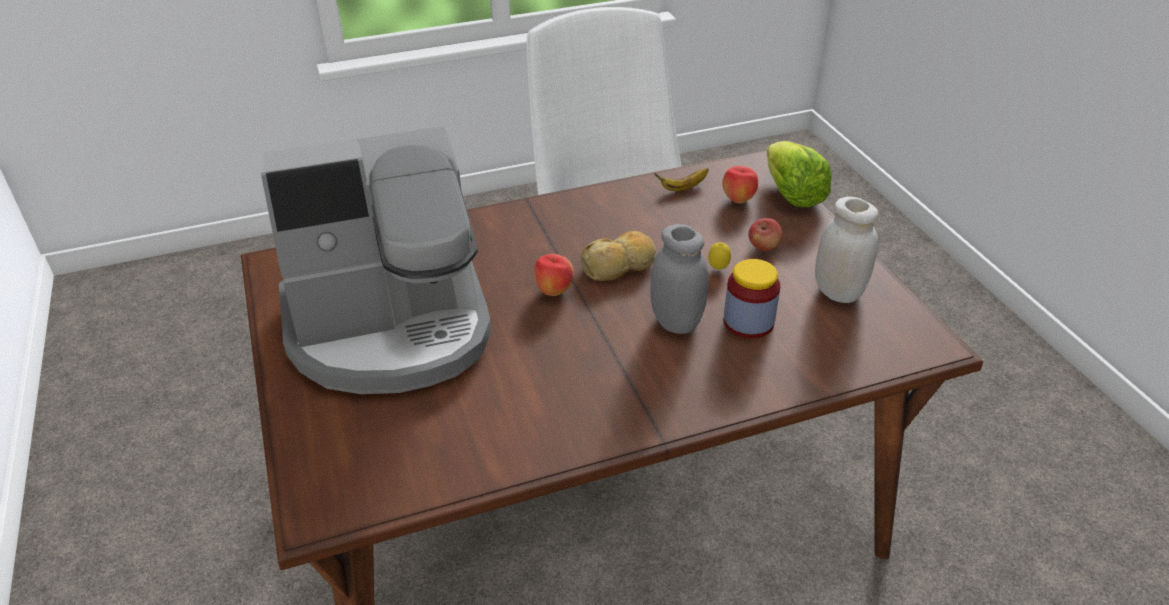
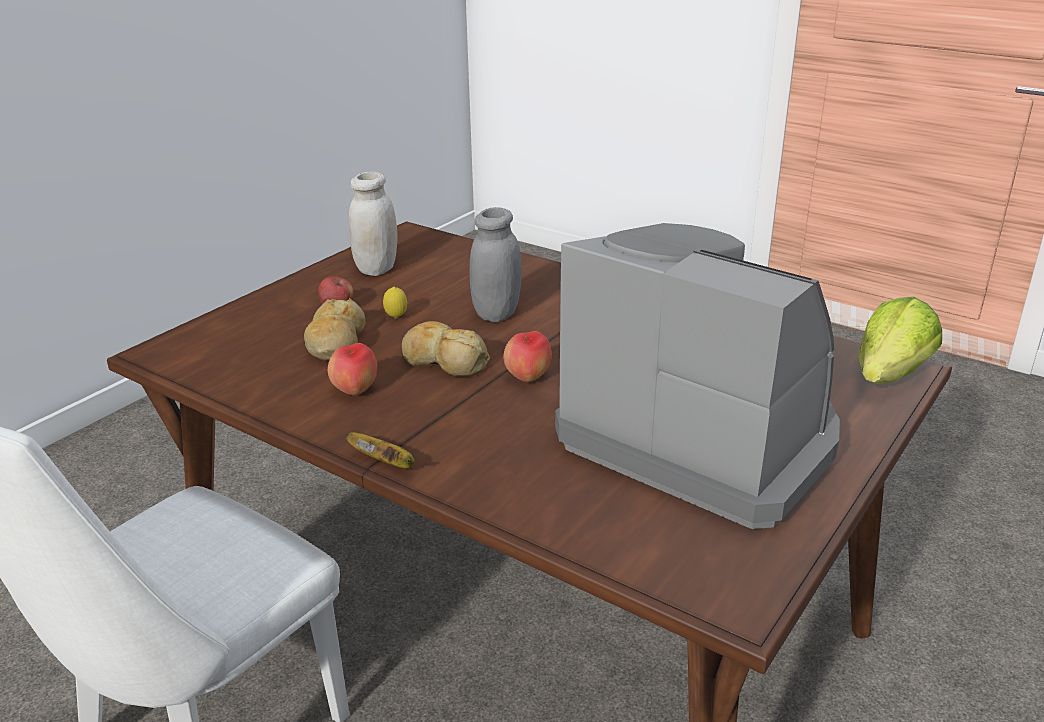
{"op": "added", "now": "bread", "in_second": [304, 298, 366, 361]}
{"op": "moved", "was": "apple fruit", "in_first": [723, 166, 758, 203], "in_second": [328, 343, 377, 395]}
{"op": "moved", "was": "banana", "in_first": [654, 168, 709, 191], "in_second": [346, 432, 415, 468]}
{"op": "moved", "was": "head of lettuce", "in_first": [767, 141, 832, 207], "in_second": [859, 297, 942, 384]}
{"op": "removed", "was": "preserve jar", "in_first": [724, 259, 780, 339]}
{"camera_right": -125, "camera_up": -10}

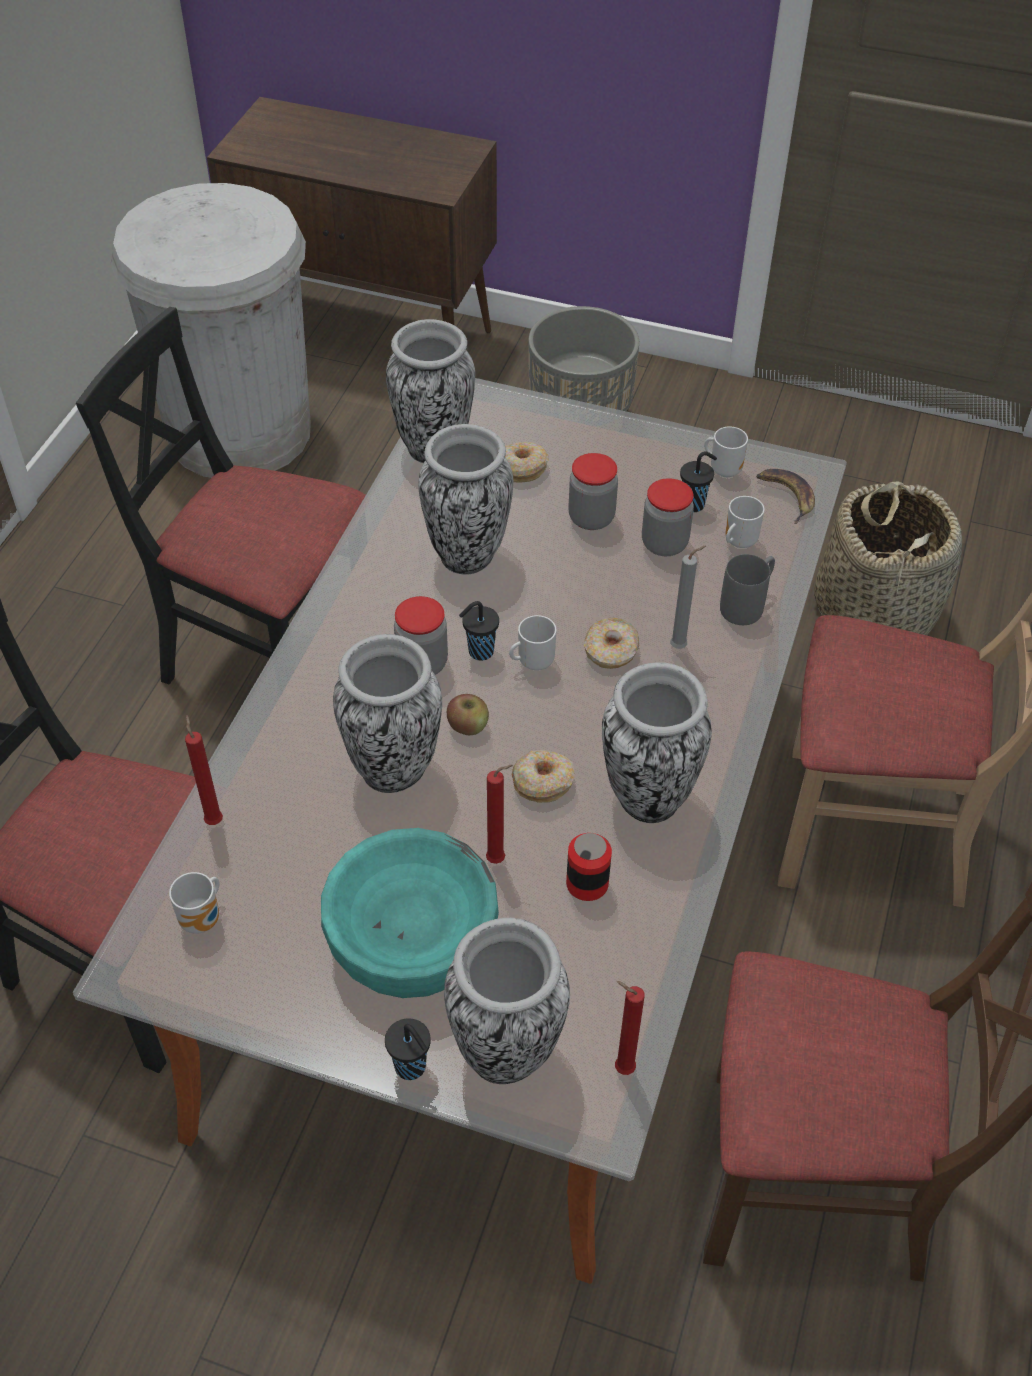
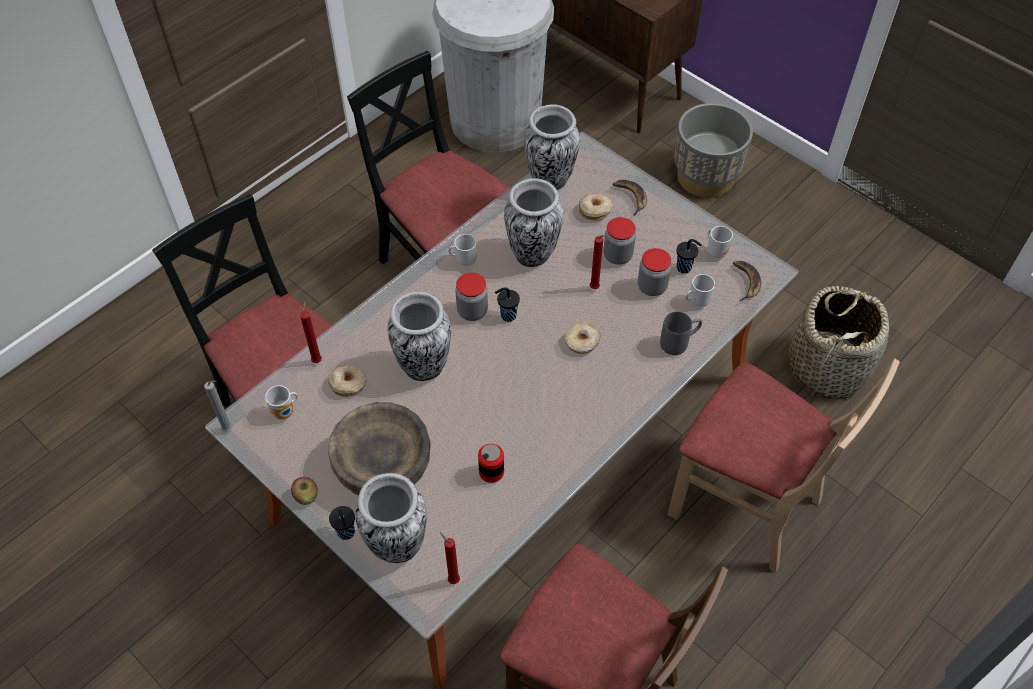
{"op": "moved", "was": "gray candle", "in_first": [670, 546, 706, 649], "in_second": [204, 381, 232, 432]}
{"op": "moved", "was": "apple fruit", "in_first": [447, 694, 489, 735], "in_second": [291, 477, 318, 505]}
{"op": "moved", "was": "doughnut", "in_first": [512, 750, 575, 803], "in_second": [328, 364, 367, 397]}
{"op": "recoloured", "was": "turquoise-coloured serving bowl", "now": "brown serving bowl", "in_first": [321, 828, 499, 998], "in_second": [328, 402, 431, 495]}
{"op": "moved", "was": "mug", "in_first": [509, 615, 556, 670], "in_second": [448, 234, 477, 266]}
{"op": "moved", "was": "reddish candle", "in_first": [486, 765, 513, 864], "in_second": [590, 235, 609, 289]}
{"op": "added", "now": "banana", "in_second": [612, 180, 647, 216]}
{"op": "removed", "was": "vase", "in_first": [602, 662, 712, 823]}
{"camera_right": 25, "camera_up": 5}

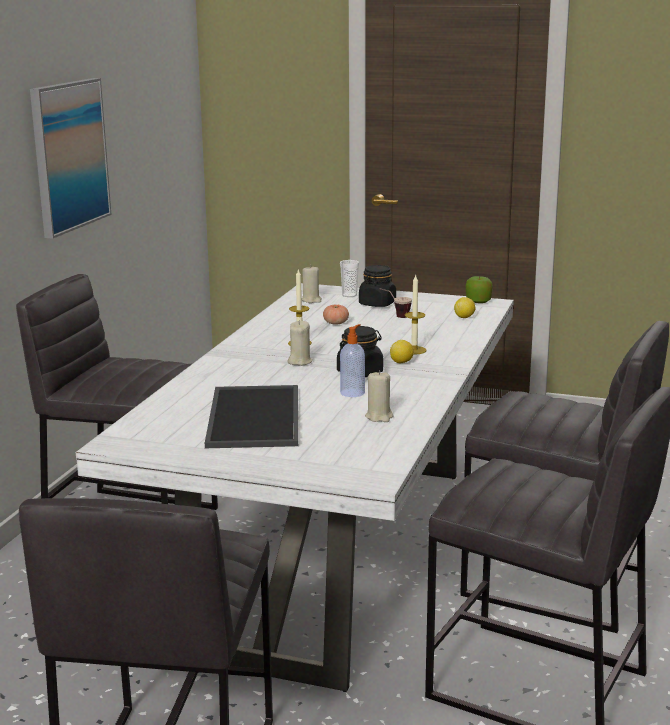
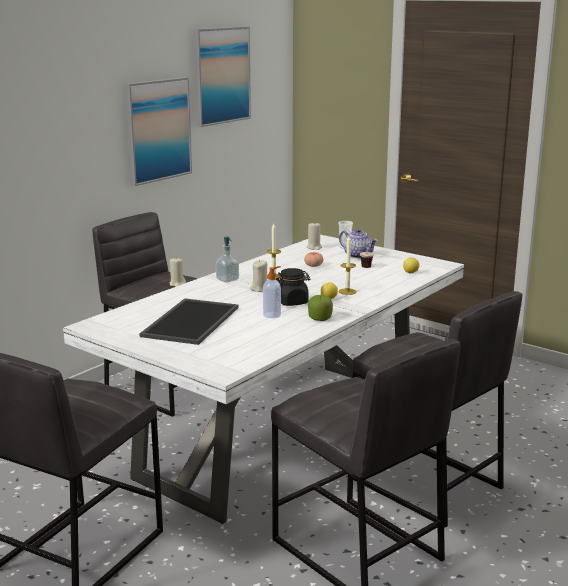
{"op": "moved", "was": "beige candle", "in_first": [365, 370, 393, 422], "in_second": [169, 257, 186, 287]}
{"op": "added", "now": "wall art", "in_second": [194, 27, 251, 127]}
{"op": "added", "now": "soap bottle", "in_second": [216, 237, 239, 282]}
{"op": "moved", "was": "apple fruit", "in_first": [466, 276, 493, 303], "in_second": [308, 295, 333, 321]}
{"op": "replaced", "was": "blackish preserve jar", "now": "pot for tea", "in_first": [359, 265, 396, 307], "in_second": [339, 229, 378, 258]}
{"camera_right": 20, "camera_up": 0}

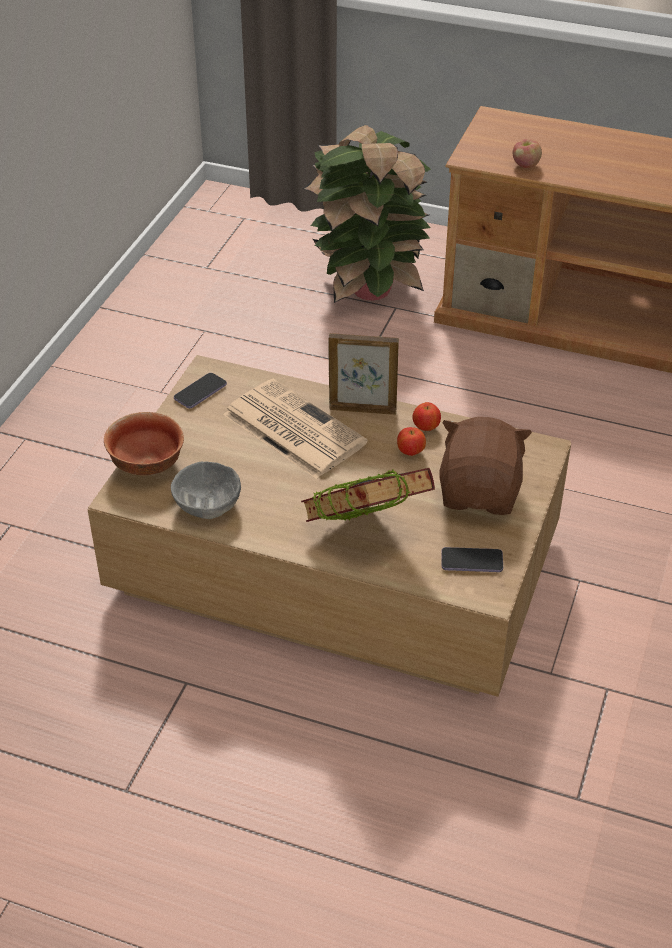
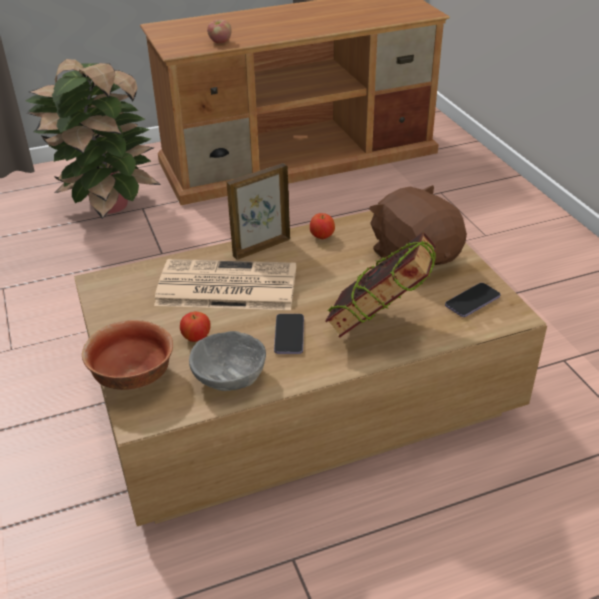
{"op": "moved", "was": "apple fruit", "in_first": [397, 427, 426, 456], "in_second": [180, 312, 211, 342]}
{"op": "moved", "was": "handset", "in_first": [174, 373, 227, 408], "in_second": [274, 314, 304, 354]}
{"camera_right": -40, "camera_up": -5}

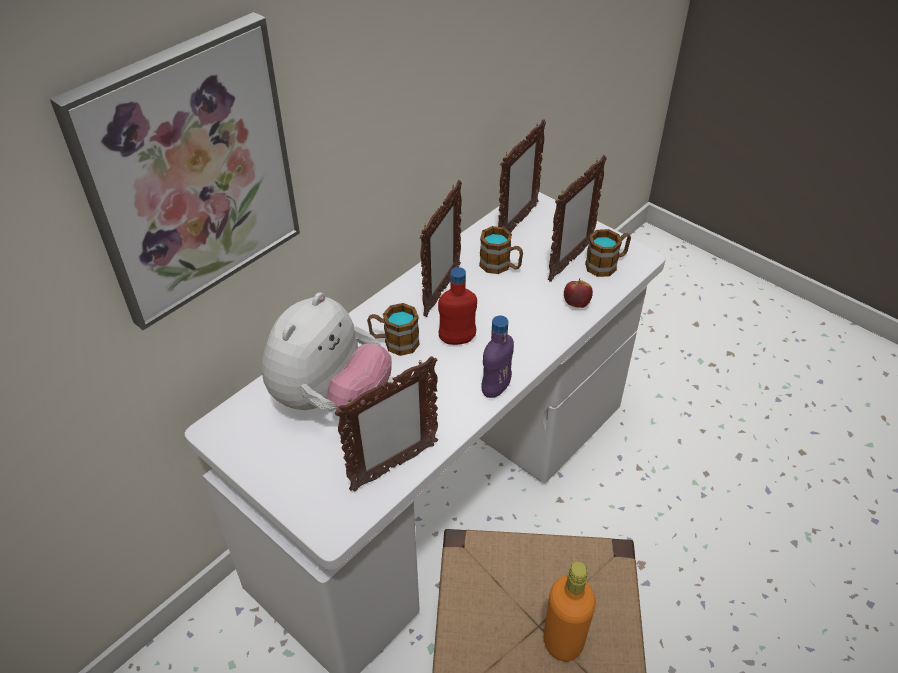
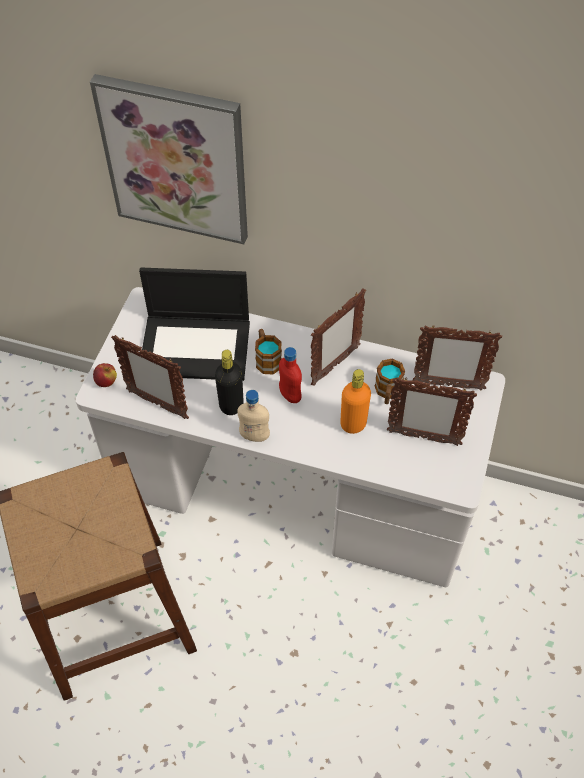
{"op": "moved", "was": "apple fruit", "in_first": [564, 278, 593, 308], "in_second": [93, 363, 117, 387]}
{"op": "replaced", "was": "plush toy", "now": "portable computer", "in_first": [262, 292, 392, 410], "in_second": [139, 268, 250, 381]}
{"op": "added", "now": "blackish beverage bottle", "in_second": [215, 350, 244, 415]}
{"op": "recoloured", "was": "purple-coloured beverage bottle", "now": "beige beverage bottle", "in_first": [482, 316, 514, 398], "in_second": [237, 390, 270, 442]}
{"op": "turned", "was": "picture frame", "in_first": [420, 180, 462, 317], "in_second": [311, 289, 366, 386], "clockwise": -45}
{"op": "moved", "was": "orange-coloured beverage bottle", "in_first": [544, 561, 596, 661], "in_second": [340, 369, 371, 434]}
{"op": "removed", "was": "mug", "in_first": [585, 229, 631, 277]}
{"camera_right": 65, "camera_up": 10}

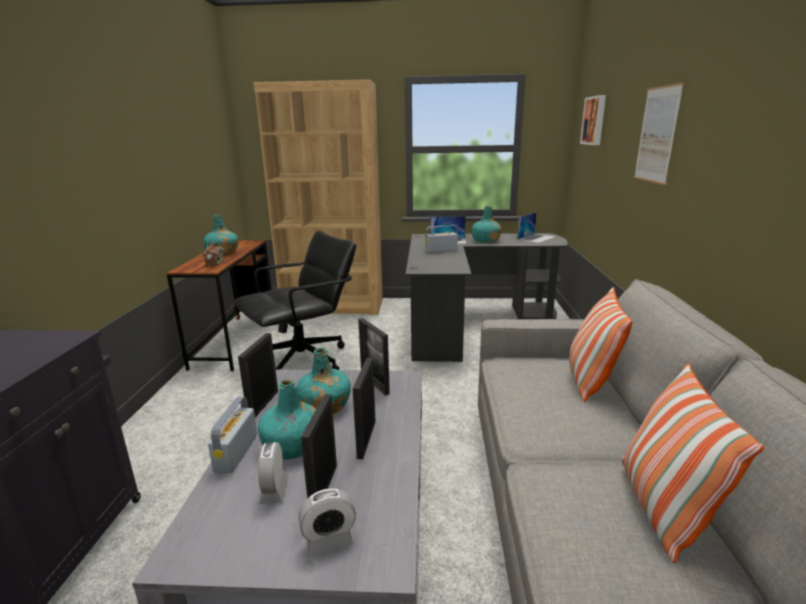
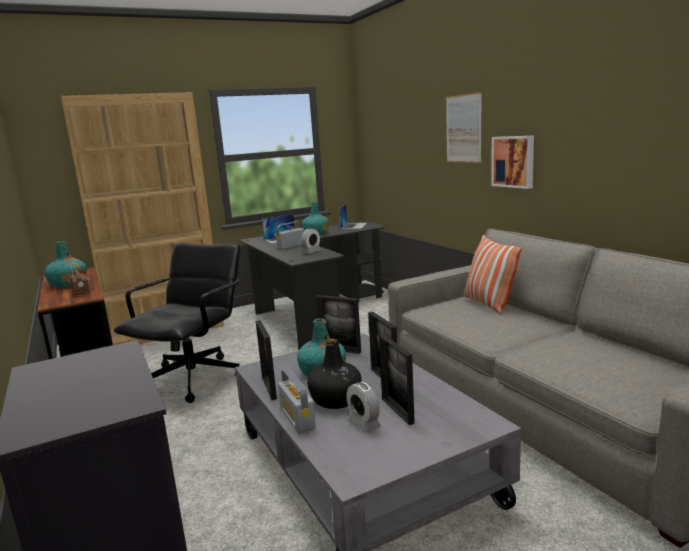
{"op": "moved", "was": "alarm clock", "in_first": [298, 488, 356, 556], "in_second": [301, 228, 321, 253]}
{"op": "recoloured", "was": "turquoise-coloured beverage bottle", "now": "blackish beverage bottle", "in_first": [258, 379, 316, 459], "in_second": [307, 339, 362, 409]}
{"op": "moved", "was": "wall art", "in_first": [580, 95, 606, 145], "in_second": [491, 136, 534, 189]}
{"op": "removed", "was": "cushion", "in_first": [622, 364, 764, 563]}
{"camera_right": -30, "camera_up": -5}

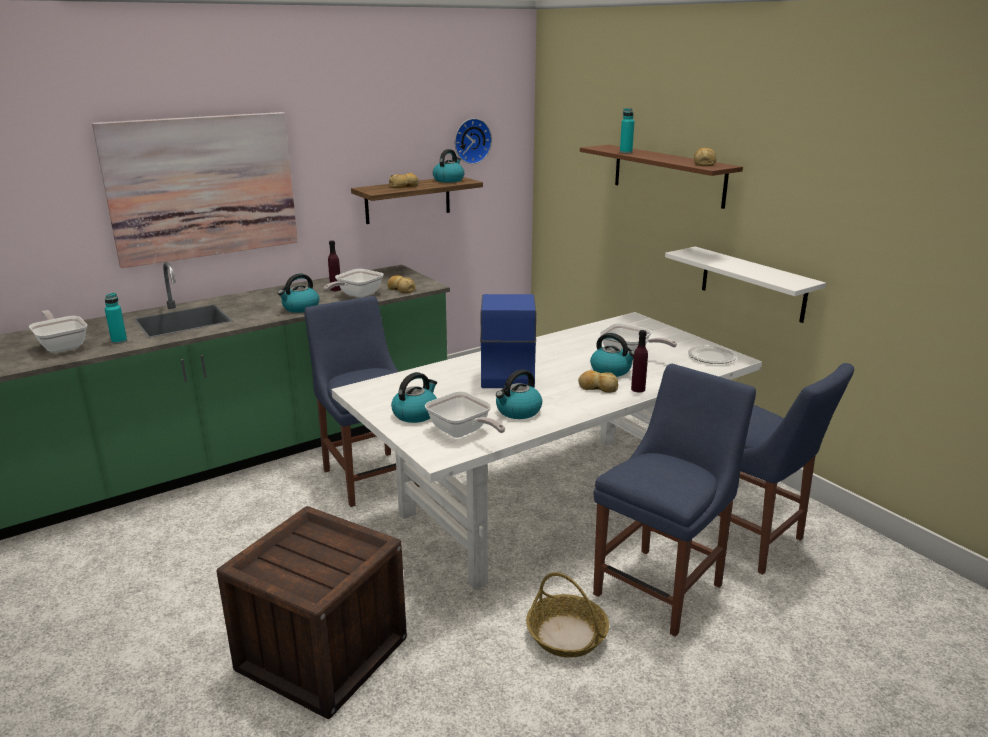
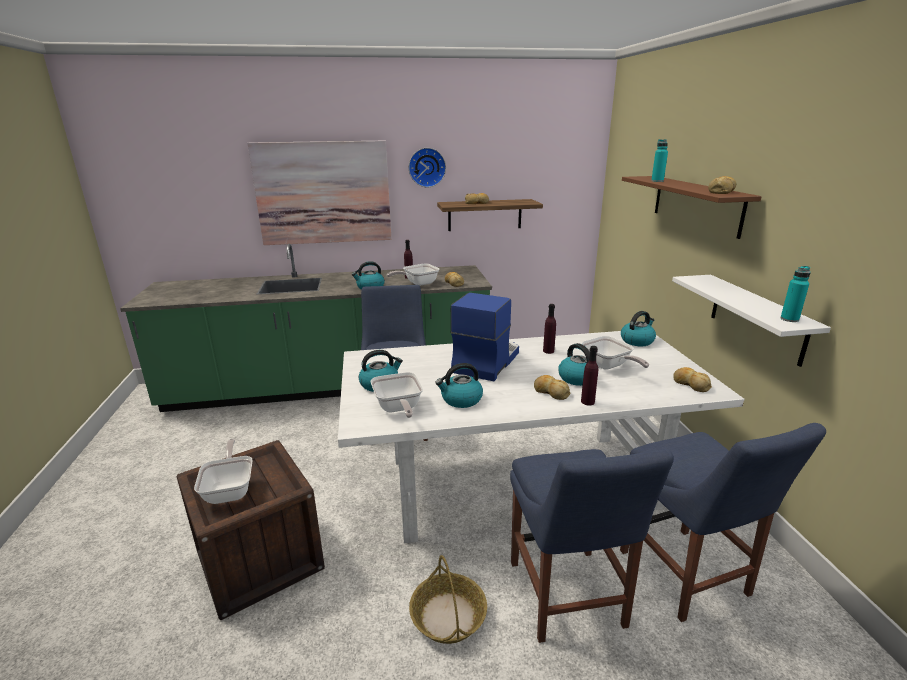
{"op": "moved", "was": "frying pan", "in_first": [29, 310, 87, 353], "in_second": [194, 439, 253, 504]}
{"op": "moved", "was": "clock on the wall", "in_first": [455, 118, 492, 164], "in_second": [409, 148, 446, 187]}
{"op": "turned", "was": "blue-coloured plain chair", "in_first": [593, 364, 756, 637], "in_second": [510, 449, 674, 643], "clockwise": 105}
{"op": "added", "now": "purple-coloured beverage bottle", "in_second": [543, 304, 556, 354]}
{"op": "moved", "was": "tea kettle", "in_first": [433, 149, 465, 183], "in_second": [621, 311, 656, 346]}
{"op": "replaced", "was": "flat dish", "now": "bread", "in_first": [688, 345, 737, 364], "in_second": [673, 367, 712, 392]}
{"op": "moved", "was": "turquoise-coloured beverage bottle", "in_first": [105, 293, 127, 344], "in_second": [780, 266, 811, 322]}
{"camera_right": 25, "camera_up": 0}

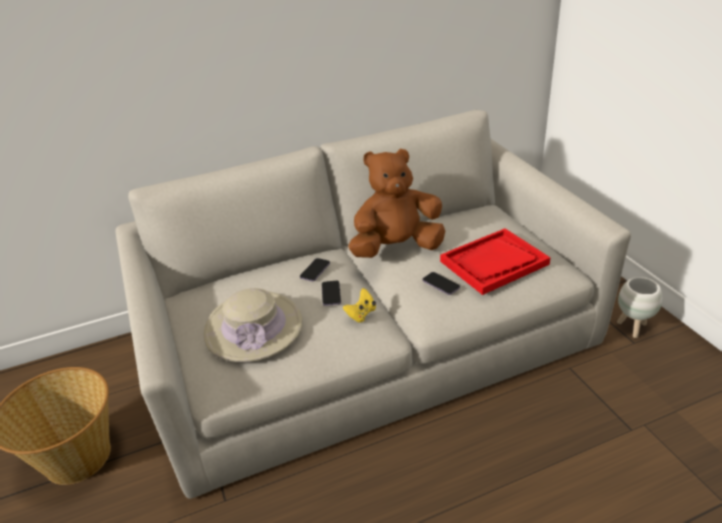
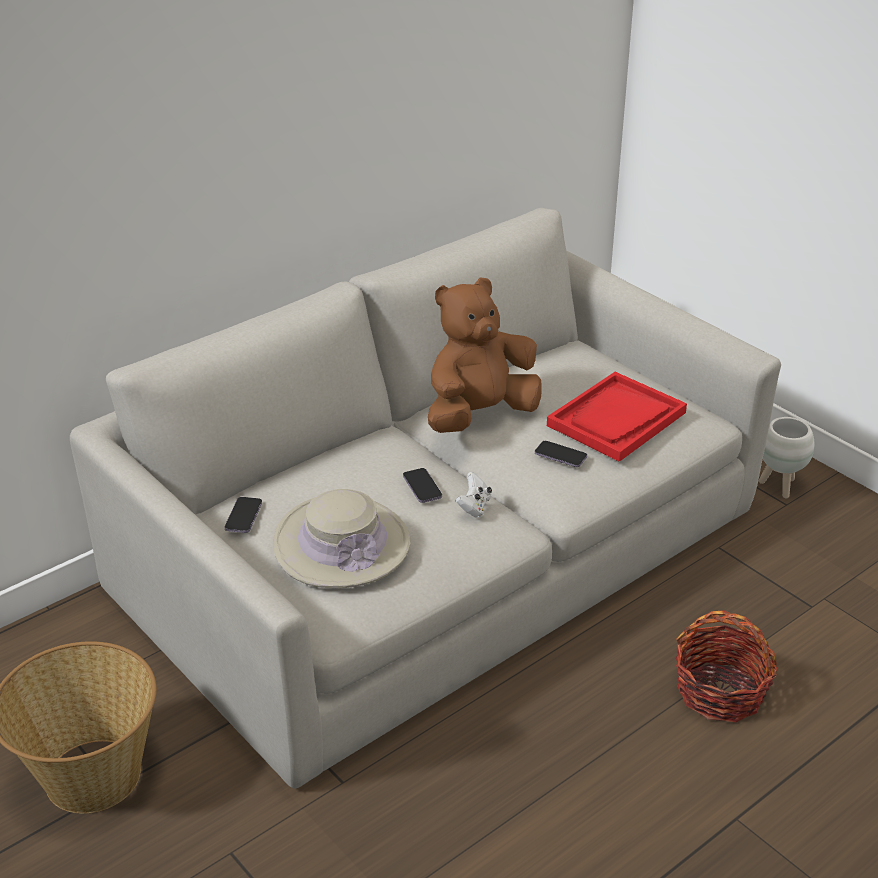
{"op": "moved", "was": "handset", "in_first": [300, 258, 330, 282], "in_second": [225, 497, 262, 533]}
{"op": "recoloured", "was": "yellow gamepad", "now": "white-coloured gamepad", "in_first": [343, 288, 376, 323], "in_second": [455, 472, 492, 518]}
{"op": "added", "now": "household basket", "in_second": [675, 610, 777, 722]}
{"camera_right": -20, "camera_up": 0}

